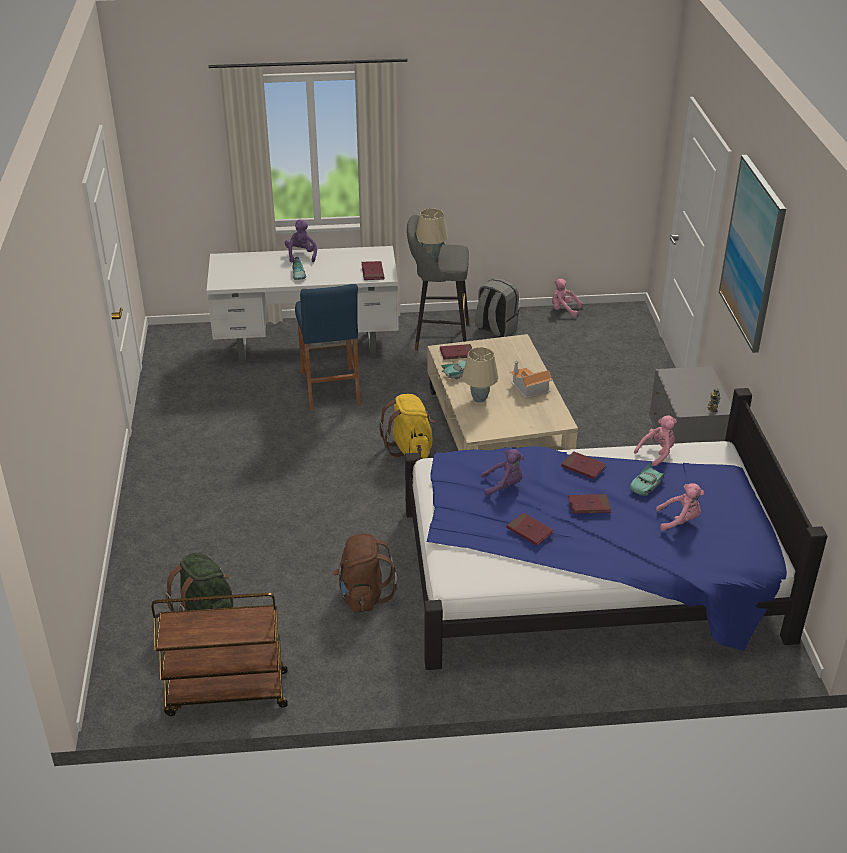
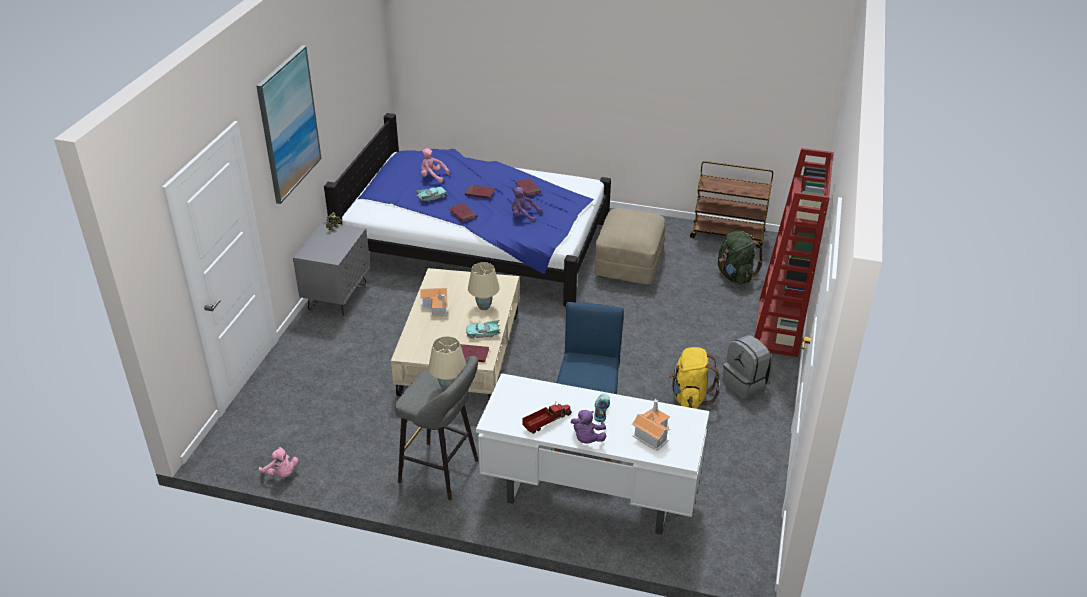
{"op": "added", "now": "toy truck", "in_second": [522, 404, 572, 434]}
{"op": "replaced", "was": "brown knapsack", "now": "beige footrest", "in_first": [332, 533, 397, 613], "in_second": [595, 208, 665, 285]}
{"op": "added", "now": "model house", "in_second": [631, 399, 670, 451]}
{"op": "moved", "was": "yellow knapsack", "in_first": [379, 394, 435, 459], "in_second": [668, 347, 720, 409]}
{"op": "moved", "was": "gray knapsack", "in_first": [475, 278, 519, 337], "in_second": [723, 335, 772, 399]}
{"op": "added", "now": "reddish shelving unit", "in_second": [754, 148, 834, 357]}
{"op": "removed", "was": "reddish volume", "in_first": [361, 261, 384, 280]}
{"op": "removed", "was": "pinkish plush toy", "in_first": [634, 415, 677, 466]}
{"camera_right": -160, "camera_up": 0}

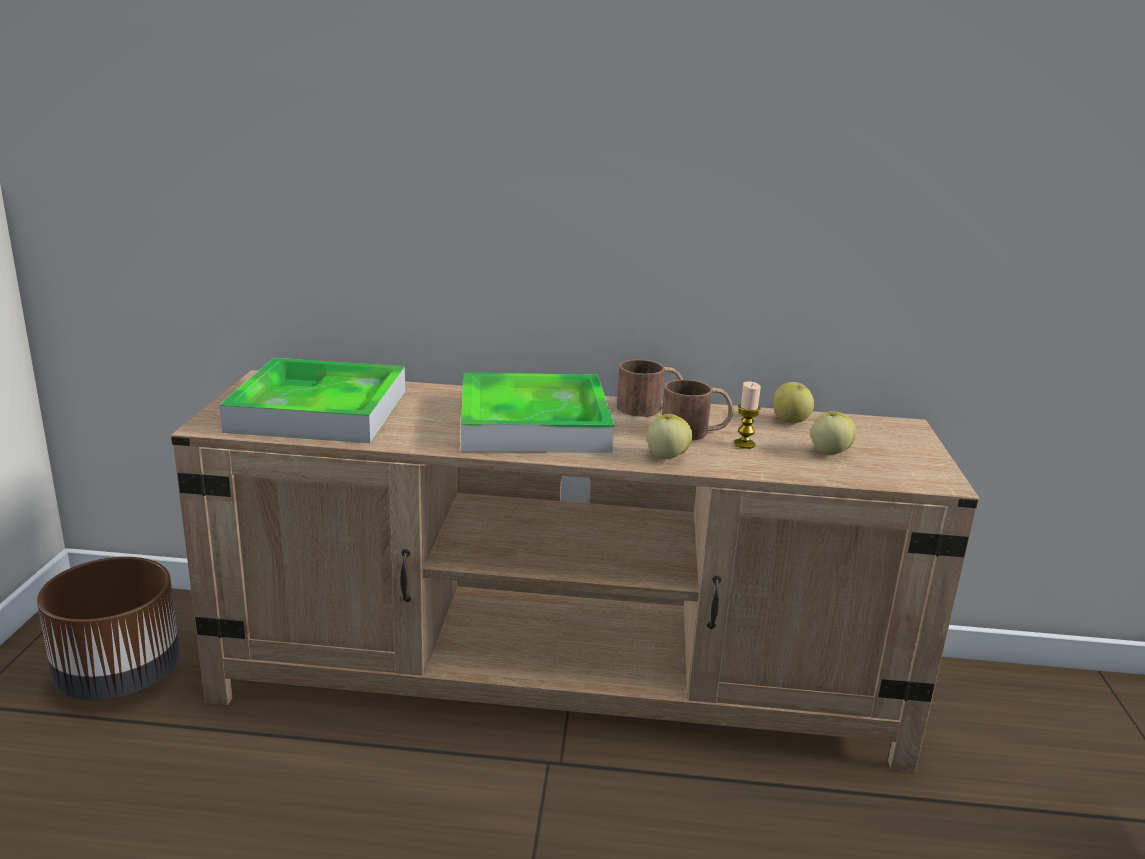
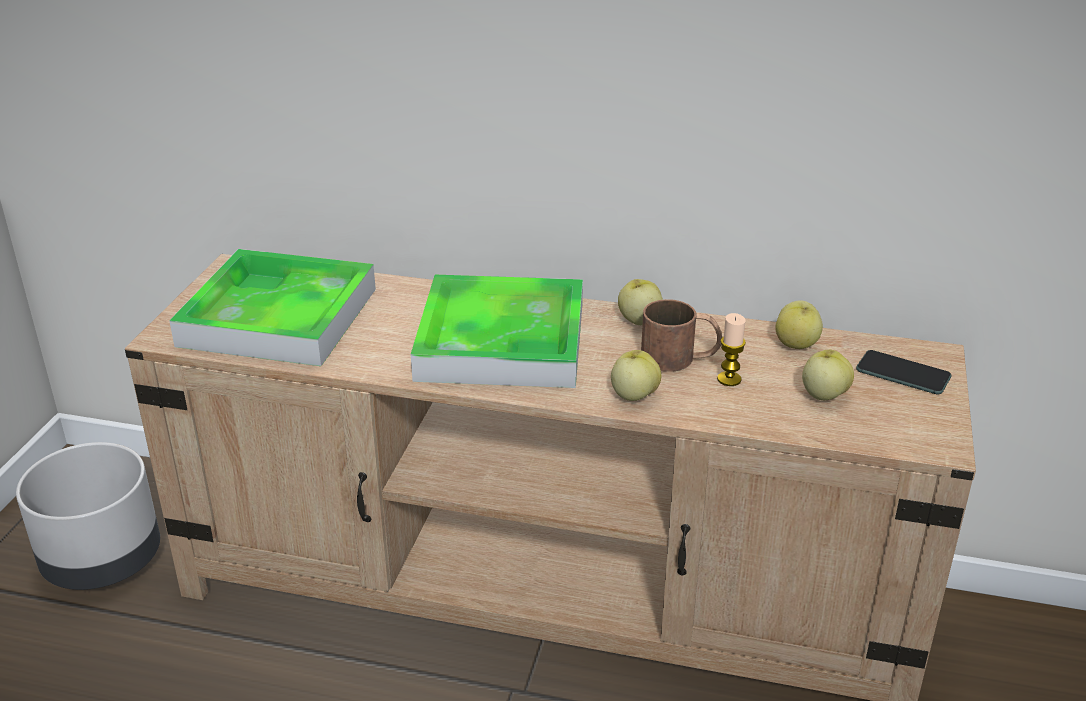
{"op": "recoloured", "was": "brown planter", "now": "gray planter", "in_first": [37, 557, 180, 700], "in_second": [16, 442, 160, 590]}
{"op": "replaced", "was": "brown mug", "now": "apple fruit", "in_first": [617, 360, 683, 417], "in_second": [618, 279, 663, 325]}
{"op": "added", "now": "handset", "in_second": [856, 350, 951, 394]}
{"camera_right": 10, "camera_up": 10}

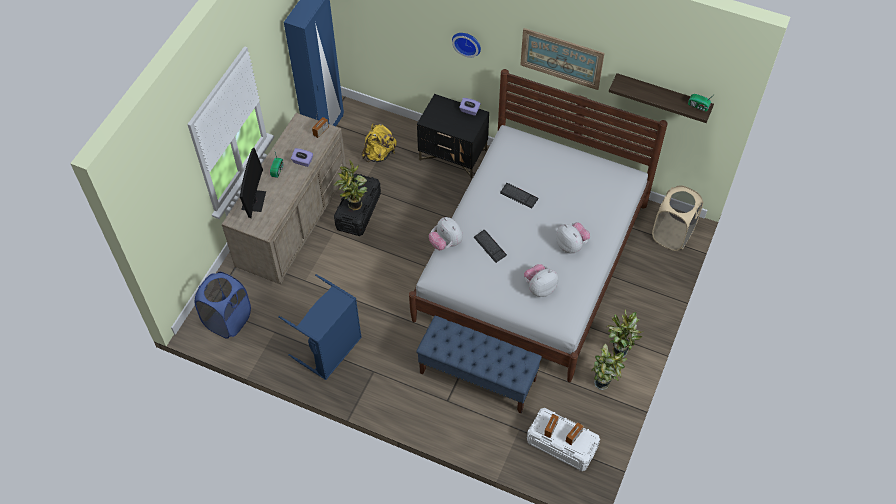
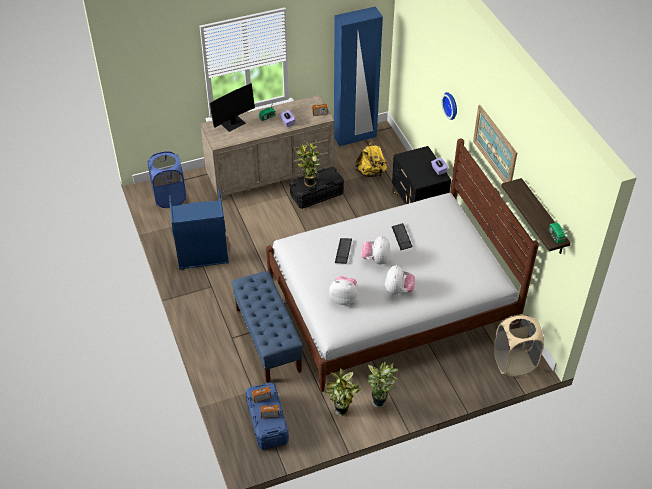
{"op": "recoloured", "was": "white-coloured storage box", "now": "blue-coloured storage box", "in_first": [527, 408, 600, 471], "in_second": [246, 382, 289, 450]}
{"op": "moved", "was": "plush toy", "in_first": [429, 217, 463, 250], "in_second": [361, 236, 390, 265]}
{"camera_right": 45, "camera_up": -10}

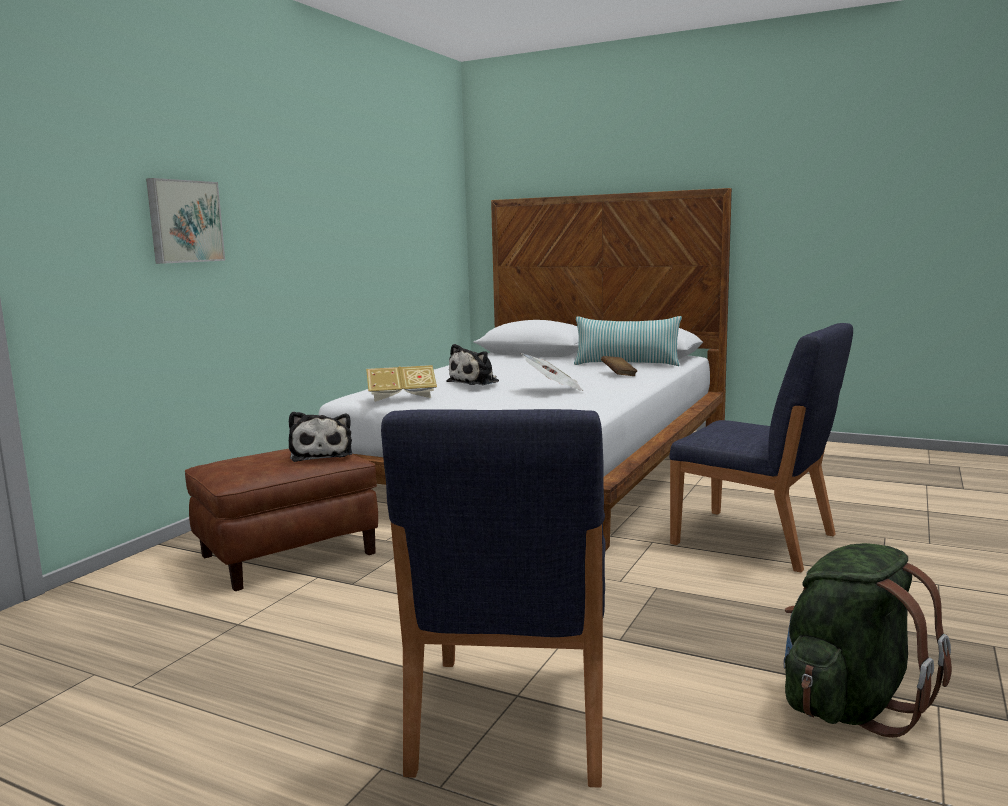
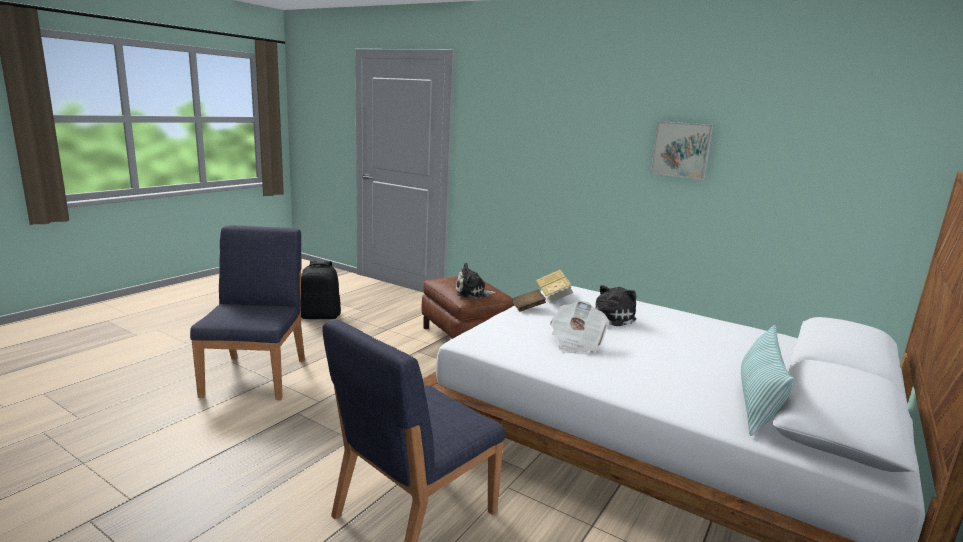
{"op": "turned", "was": "blue-coloured plain chair", "in_first": [381, 409, 606, 788], "in_second": [190, 225, 305, 400], "clockwise": 75}
{"op": "added", "now": "blackish knapsack", "in_second": [301, 261, 341, 319]}
{"op": "moved", "was": "brown volume", "in_first": [601, 356, 637, 376], "in_second": [512, 289, 546, 312]}
{"op": "turned", "was": "plush toy", "in_first": [446, 344, 499, 385], "in_second": [595, 285, 636, 326], "clockwise": 90}
{"op": "moved", "was": "wall art", "in_first": [146, 178, 225, 264], "in_second": [650, 121, 713, 180]}
{"op": "removed", "was": "green knapsack", "in_first": [784, 543, 952, 738]}
{"camera_right": 95, "camera_up": 5}

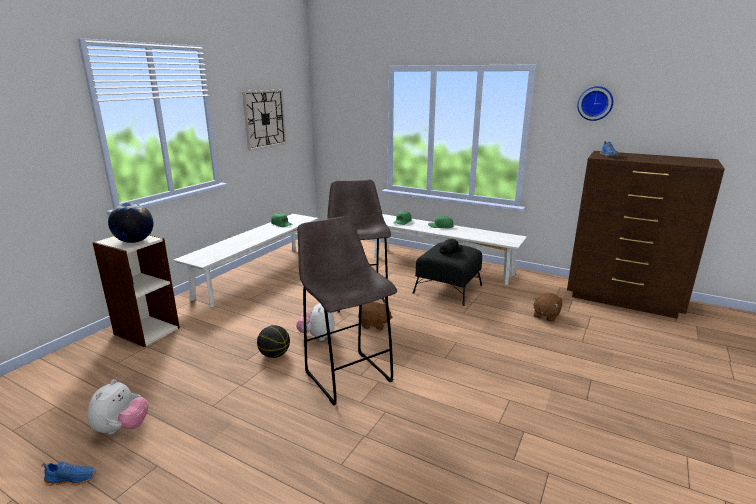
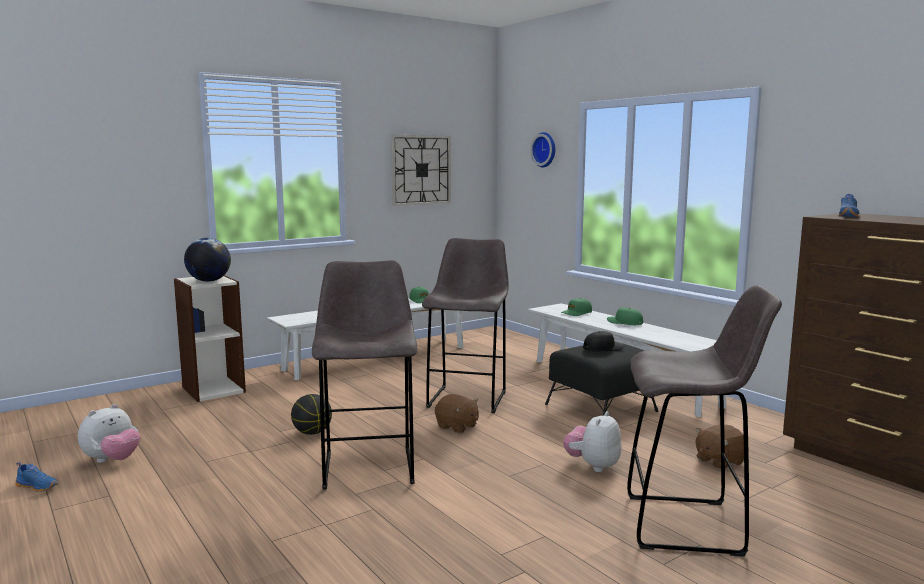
{"op": "moved", "was": "clock on the wall", "in_first": [577, 86, 613, 121], "in_second": [530, 132, 555, 167]}
{"op": "moved", "was": "plush toy", "in_first": [296, 303, 335, 341], "in_second": [563, 411, 621, 472]}
{"op": "added", "now": "gray sitting stool", "in_second": [627, 285, 782, 557]}
{"camera_right": 25, "camera_up": -10}

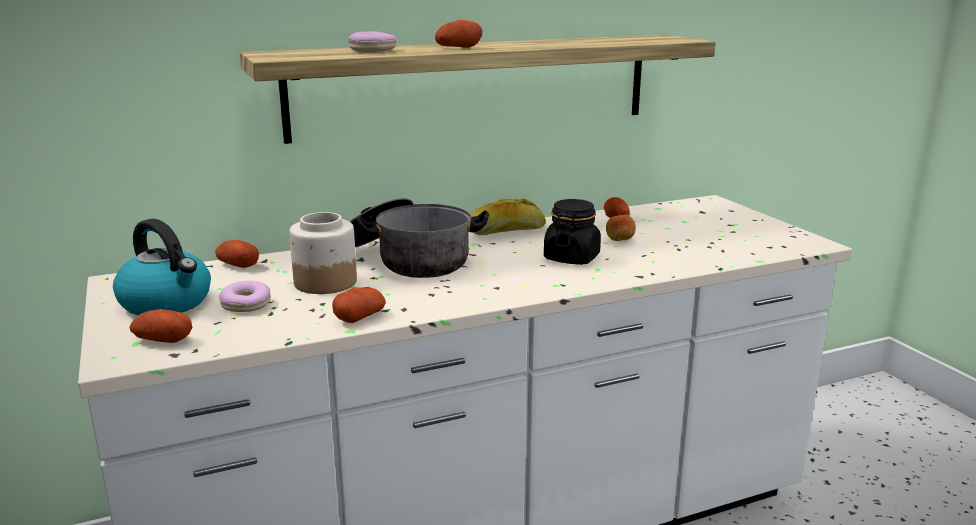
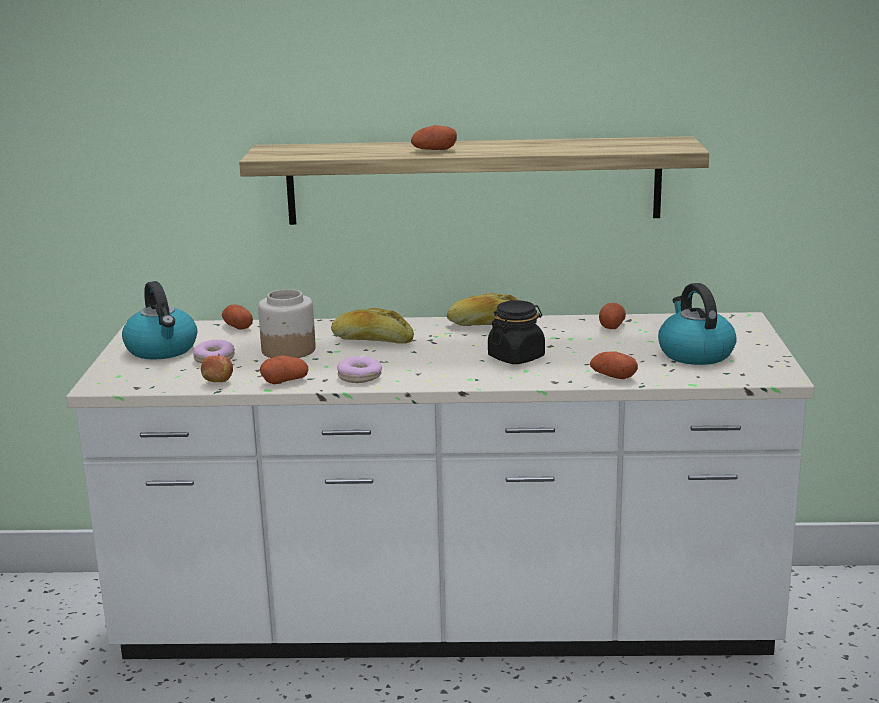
{"op": "moved", "was": "apple fruit", "in_first": [606, 214, 636, 241], "in_second": [201, 354, 233, 382]}
{"op": "replaced", "was": "stockpot", "now": "bread", "in_first": [350, 198, 490, 278], "in_second": [331, 308, 414, 343]}
{"op": "moved", "was": "doughnut", "in_first": [348, 31, 397, 52], "in_second": [337, 356, 382, 383]}
{"op": "moved", "was": "whole potato", "in_first": [129, 309, 192, 343], "in_second": [590, 352, 638, 379]}
{"op": "added", "now": "tea kettle", "in_second": [658, 283, 737, 365]}
{"camera_right": 25, "camera_up": 0}

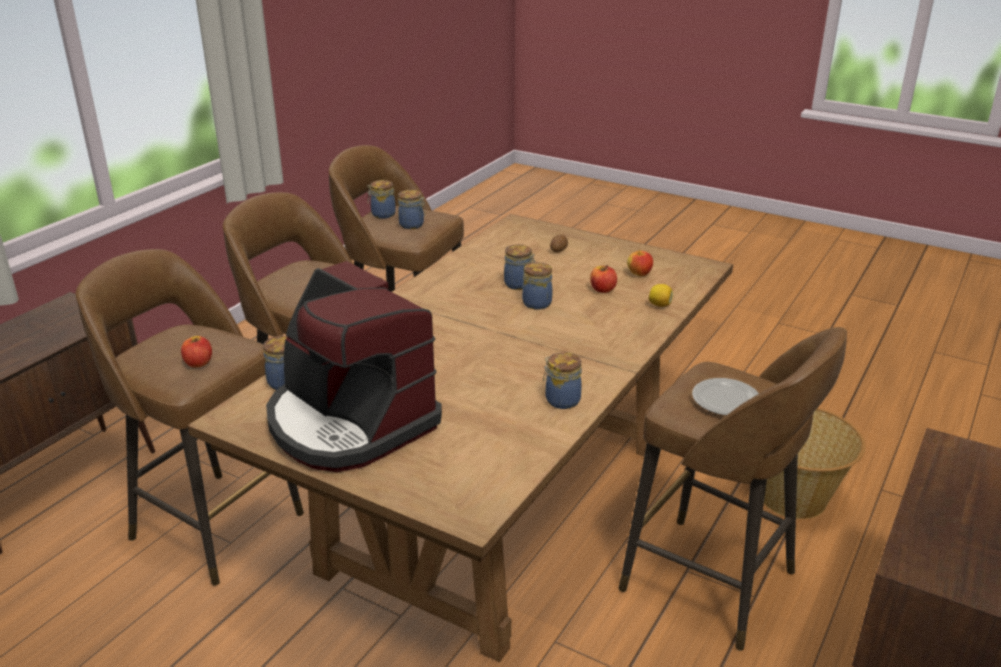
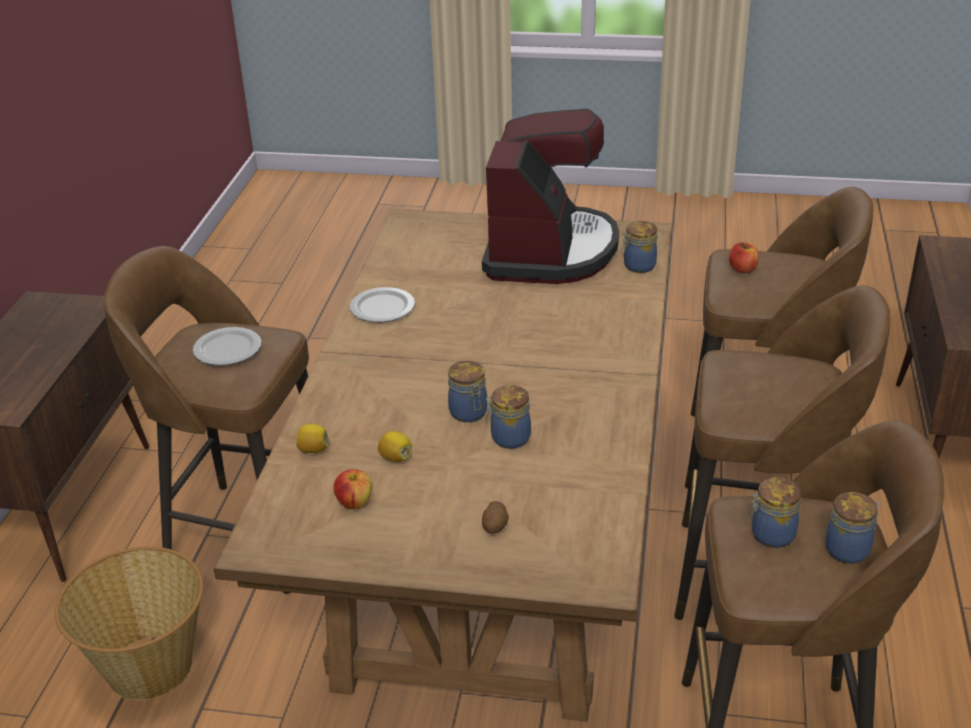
{"op": "replaced", "was": "preserve jar", "now": "flat dish", "in_first": [543, 352, 582, 409], "in_second": [350, 287, 415, 322]}
{"op": "replaced", "was": "apple fruit", "now": "citrus fruit", "in_first": [590, 265, 617, 293], "in_second": [378, 431, 412, 462]}
{"op": "turned", "was": "coffee maker", "in_first": [266, 261, 442, 472], "in_second": [482, 109, 619, 284], "clockwise": 75}
{"camera_right": 160, "camera_up": 5}

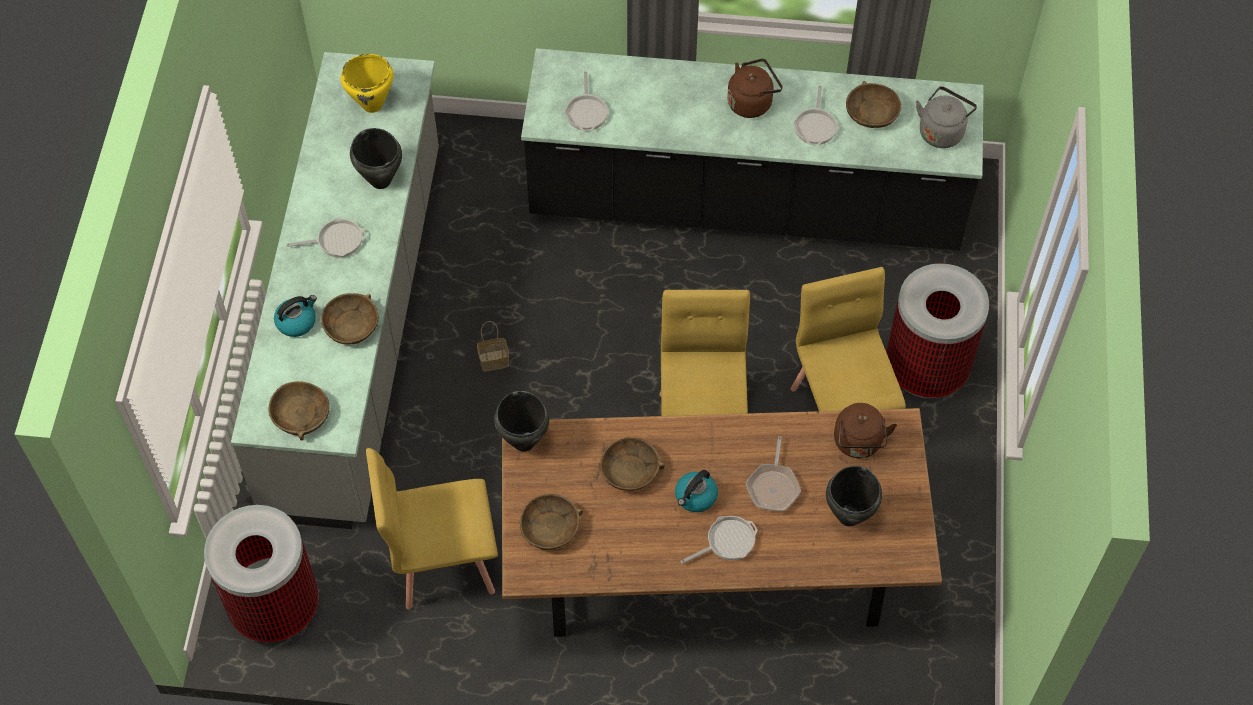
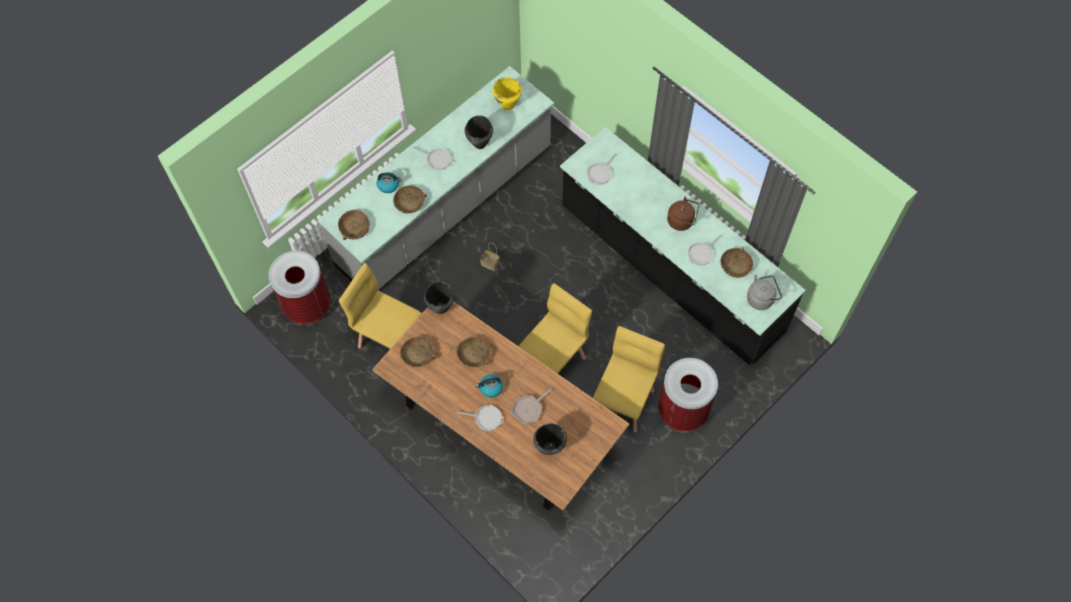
{"op": "removed", "was": "brown tea kettle", "in_first": [834, 403, 897, 458]}
{"camera_right": 40, "camera_up": 5}

